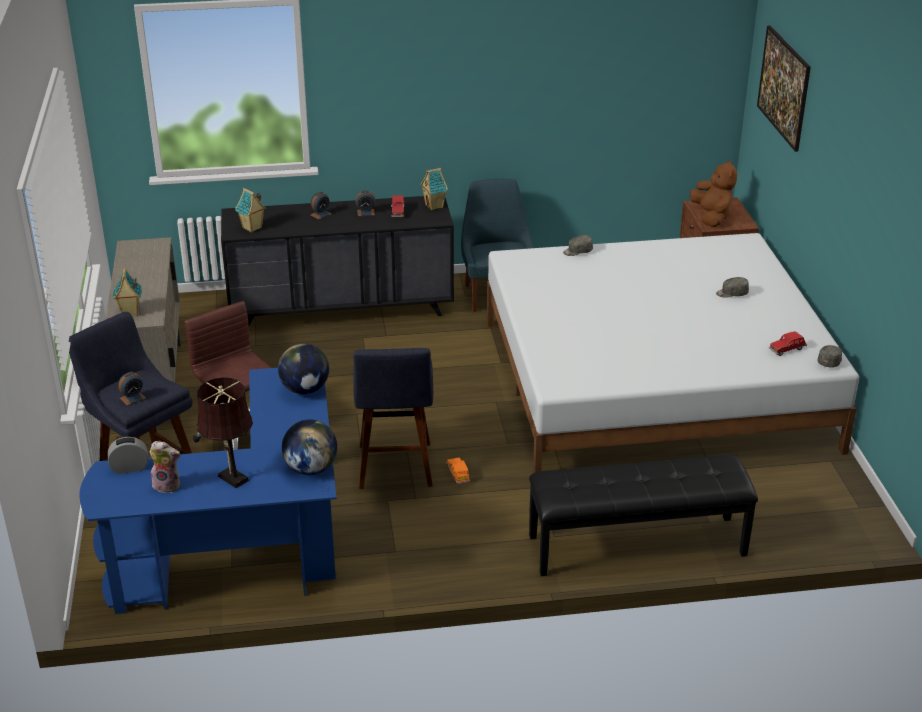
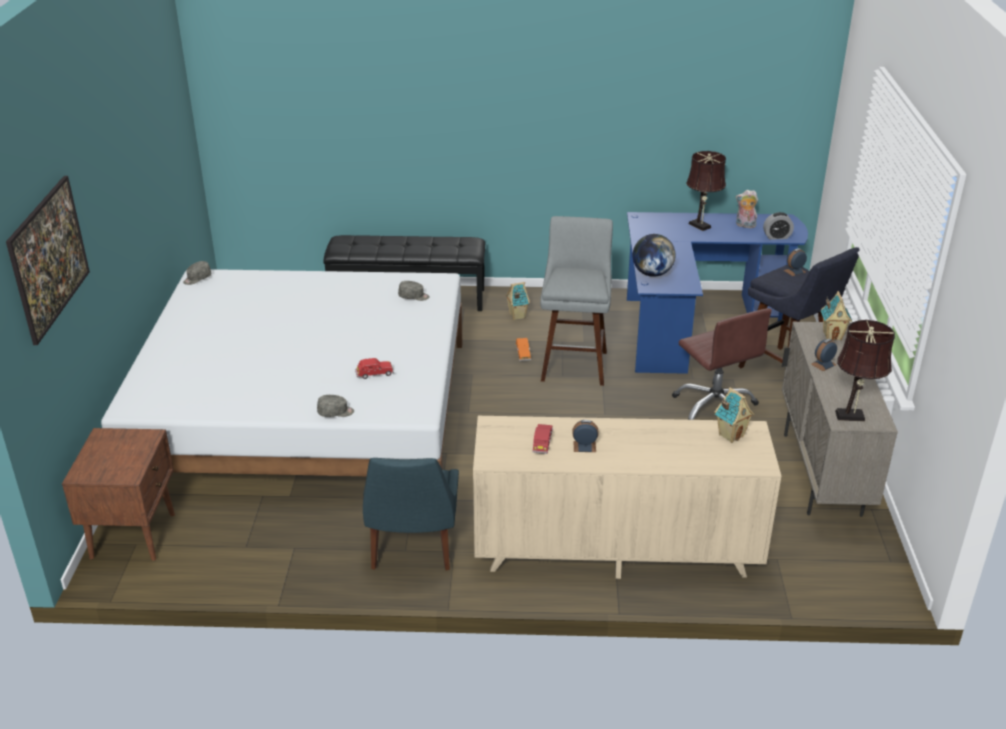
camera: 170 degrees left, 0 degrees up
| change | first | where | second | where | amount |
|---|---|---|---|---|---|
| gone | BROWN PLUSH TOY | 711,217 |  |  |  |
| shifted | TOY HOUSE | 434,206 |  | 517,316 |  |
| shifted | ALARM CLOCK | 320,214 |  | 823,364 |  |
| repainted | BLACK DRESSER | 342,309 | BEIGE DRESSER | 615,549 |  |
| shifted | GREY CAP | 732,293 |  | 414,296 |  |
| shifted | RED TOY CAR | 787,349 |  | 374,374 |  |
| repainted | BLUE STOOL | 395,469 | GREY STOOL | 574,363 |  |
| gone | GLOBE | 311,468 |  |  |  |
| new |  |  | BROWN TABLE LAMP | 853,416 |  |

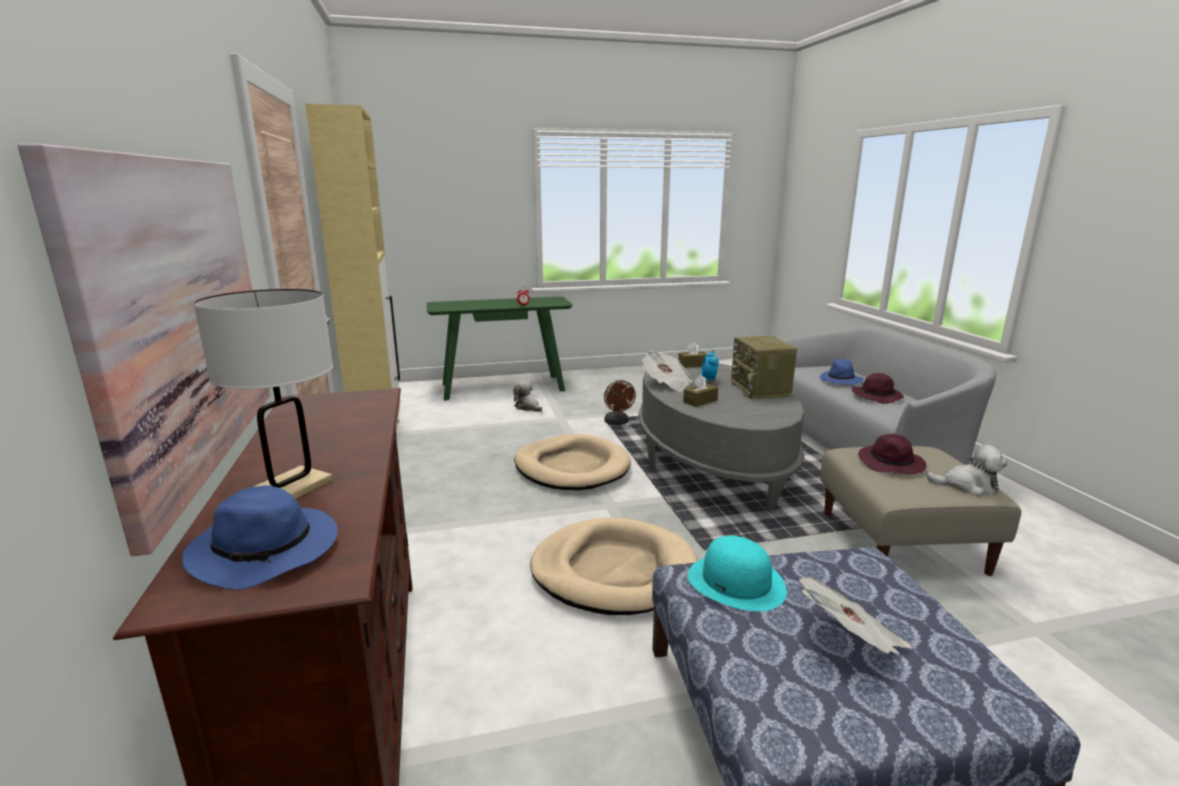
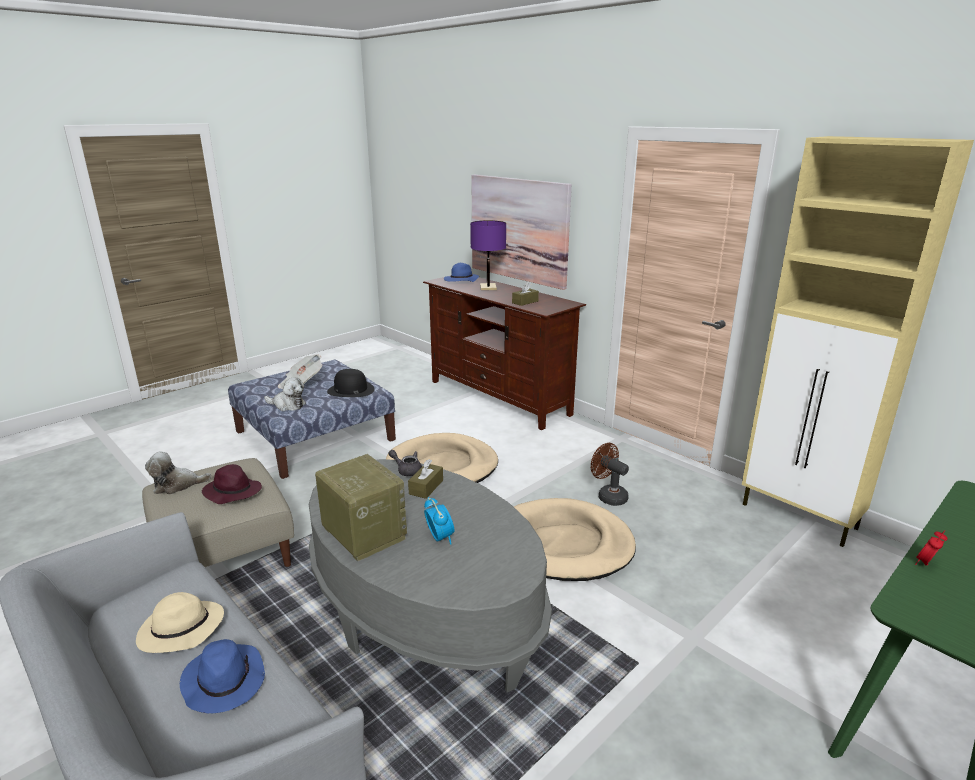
camera: 150 degrees right, 5 degrees up
| change | first | where | second | where | amount |
|---|---|---|---|---|---|
| repainted | WHITE TABLE LAMP | 293,487 | PURPLE TABLE LAMP | 488,287 |  |
| shifted | BROWN TISSUE BOX | 693,365 |  | 525,302 |  |
| gone | NEWSPAPER | 666,384 |  |  |  |
| repainted | PURPLE HAT | 877,396 | BEIGE HAT | 180,631 |  |
| shifted | BROWN FAN | 617,423 |  | 608,496 |  |
| shifted | PLUSH TOY | 528,407 |  | 287,405 |  |
| repainted | TURQUOISE HAT | 736,582 | BLACK HAT | 350,390 |  |
| new |  |  | GREY TEAPOT | 407,470 |  |

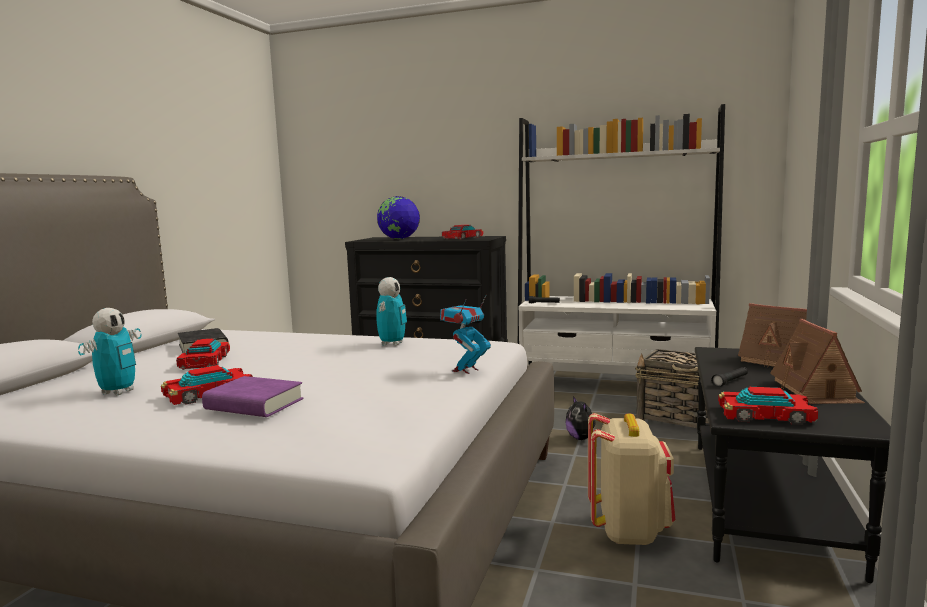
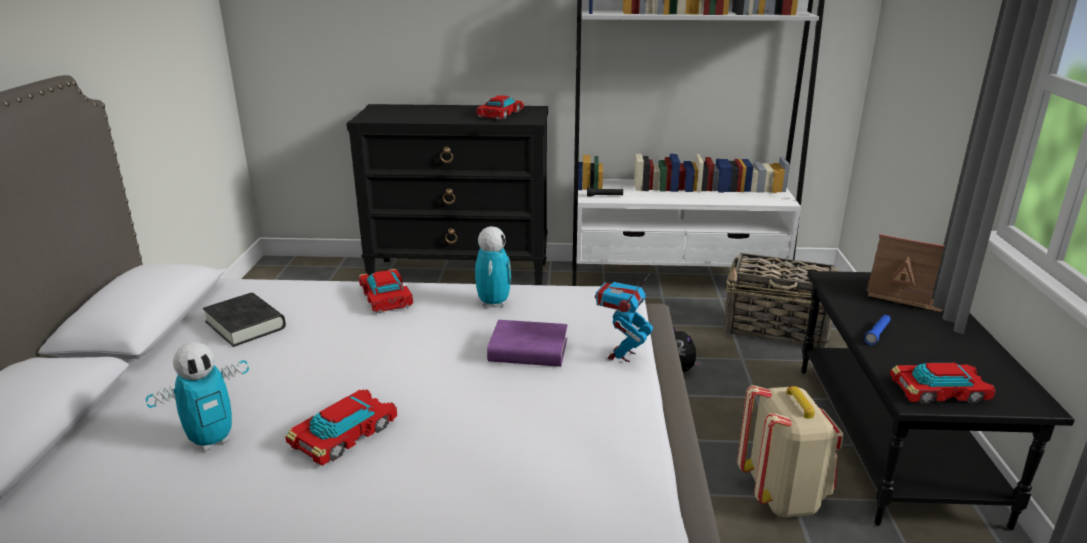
camera: 15 degrees left, 15 degrees up
| change | first | where | second | where | amount |
|---|---|---|---|---|---|
| gone | GLOBE | 399,239 |  |  |  |
| rotated | TOY ROBOT | 118,392 |  | 212,441 | 45 degrees clockwise |
| gone | TOY HOUSE | 815,391 |  |  |  |
| shifted | TOY CAR | 204,362 |  | 385,297 |  |
| repainted | BLACK FLASHLIGHT | 730,381 | BLUE FLASHLIGHT | 877,334 |  |
| shifted | PURPLE BOOK | 254,404 |  | 528,350 |  |

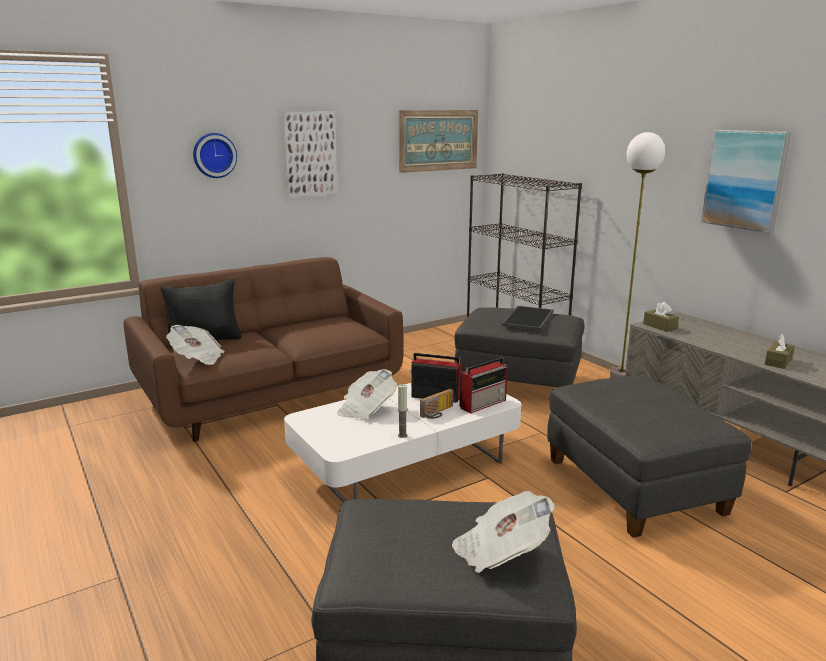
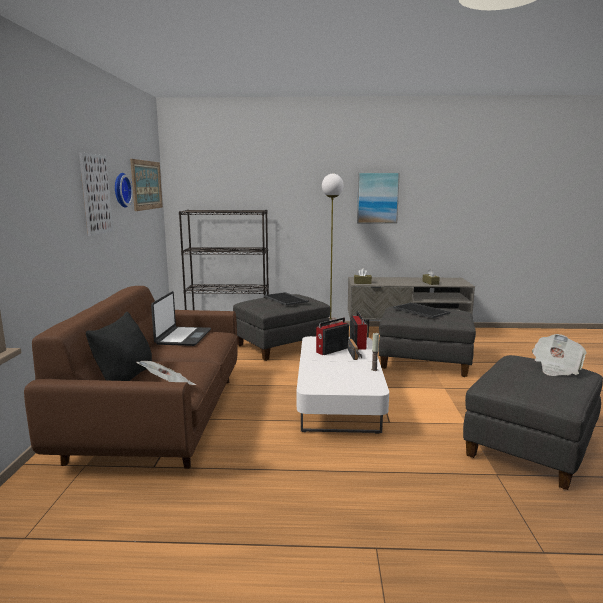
camera: 55 degrees left, 5 degrees down
| change | first | where | second | where | amount |
|---|---|---|---|---|---|
| shifted | WALL CLOCK | 214,155 |  | 120,190 |  |
| gone | NEWSPAPER | 366,409 |  |  |  |
| new |  |  | LAPTOP | 183,337 |  |
| new |  |  | TRAY | 420,310 |  |

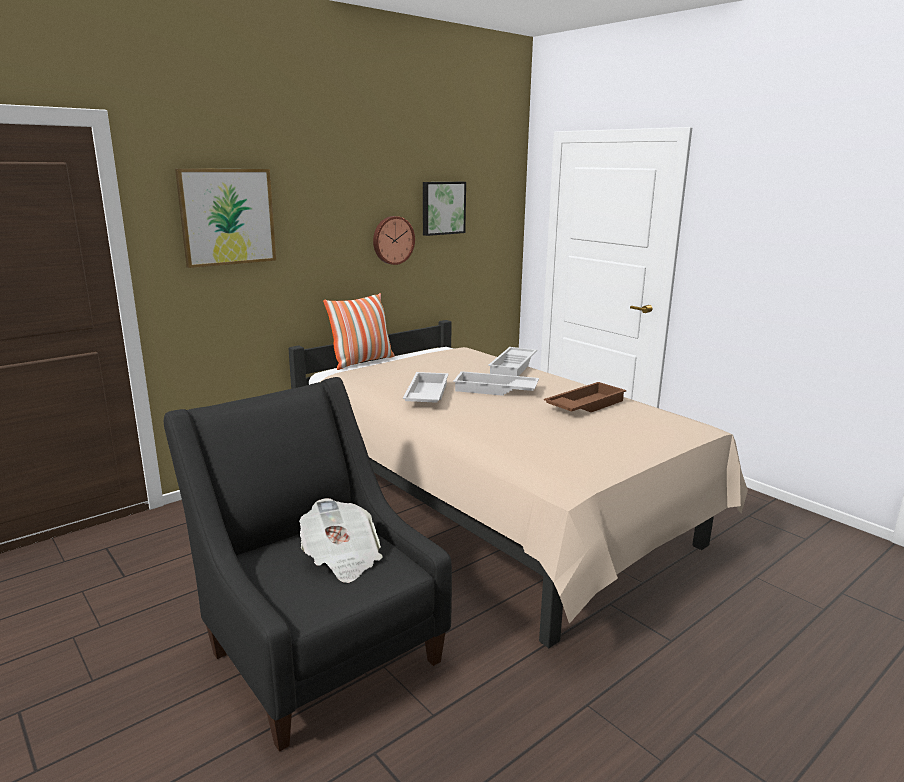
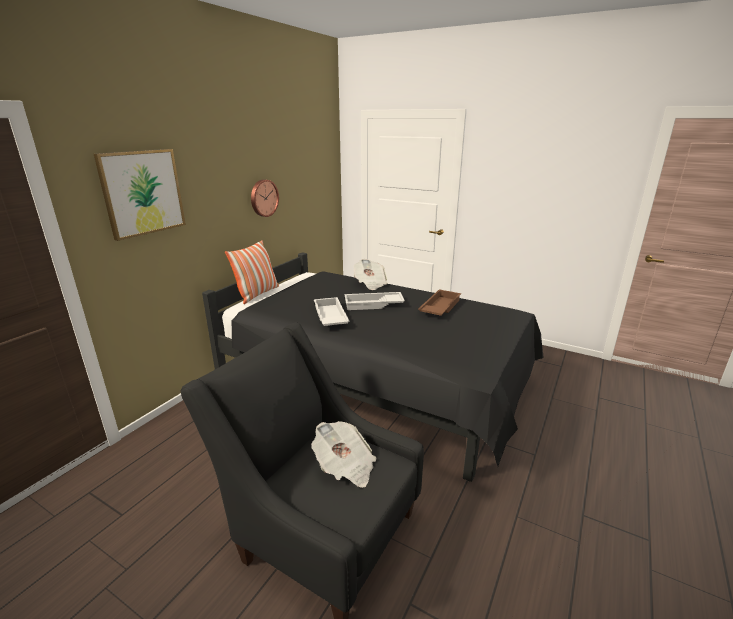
camera: 20 degrees left, 5 degrees up
| change | first | where | second | where | amount |
|---|---|---|---|---|---|
| gone | PICTURE | 442,208 |  |  |  |
| repainted | BEIGE BED | 492,509 | BLACK BED | 376,386 |  |
| swapped | WHITE TRAY | 514,366 | NEWSPAPER | 370,283 |  |

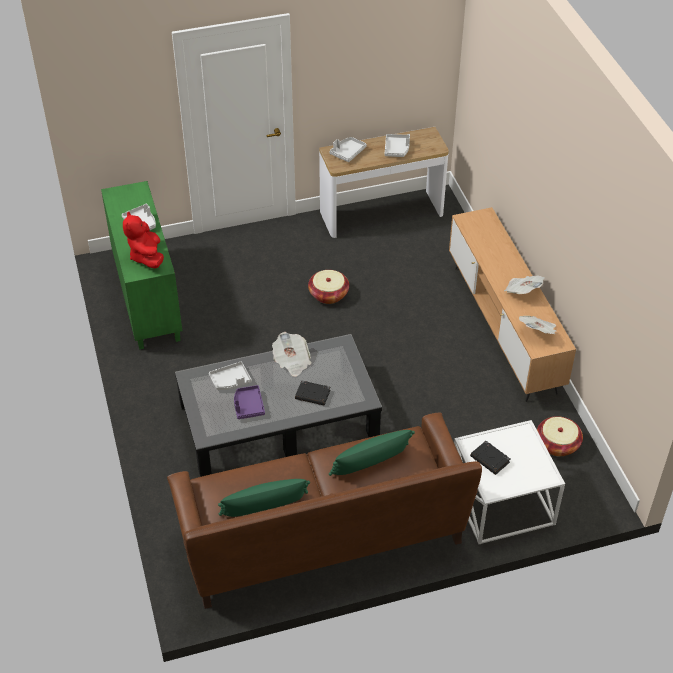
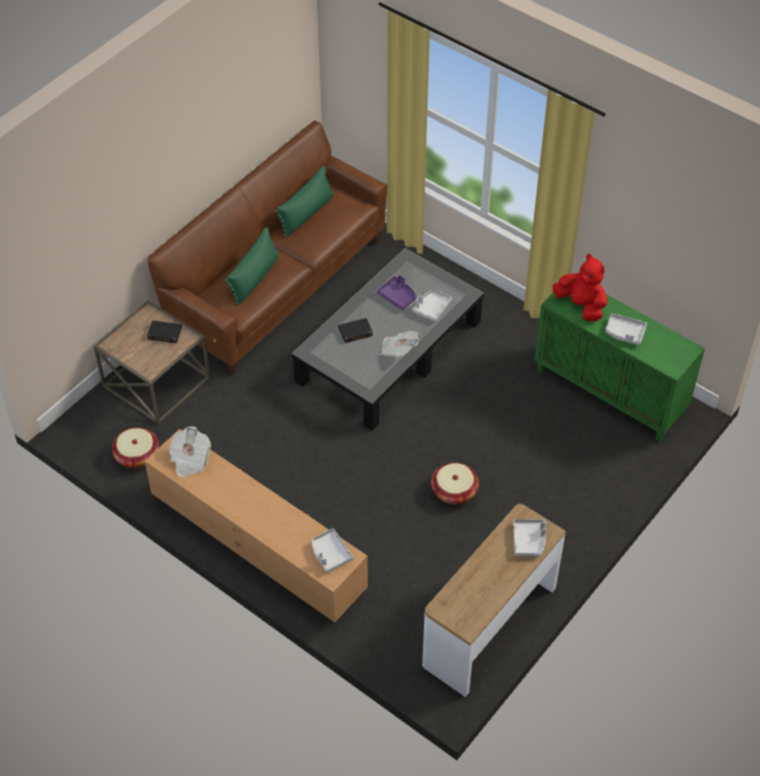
camera: 145 degrees right, 5 degrees up
| change | first | where | second | where | amount |
|---|---|---|---|---|---|
| shifted | GREY TRAY | 397,149 |  | 330,554 |  |
| gone | NEWSPAPER | 522,291 |  |  |  |
| repainted | WHITE SIDE TABLE | 501,502 | BROWN SIDE TABLE | 156,381 |  |

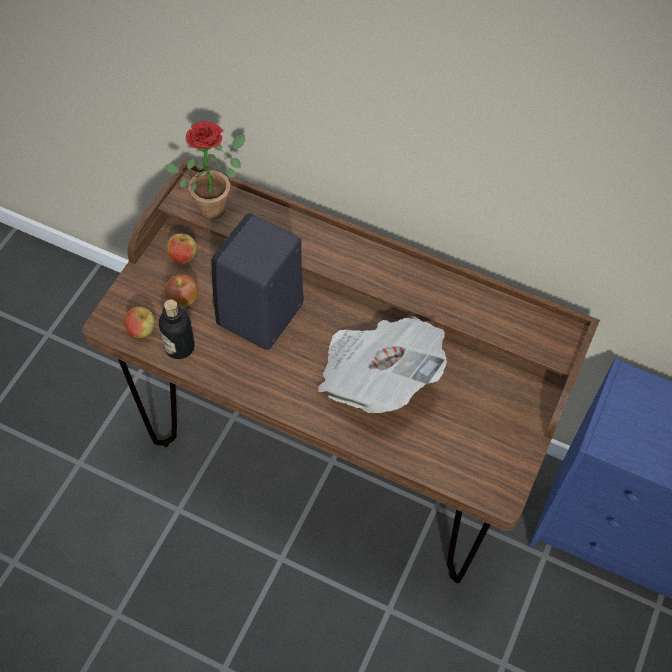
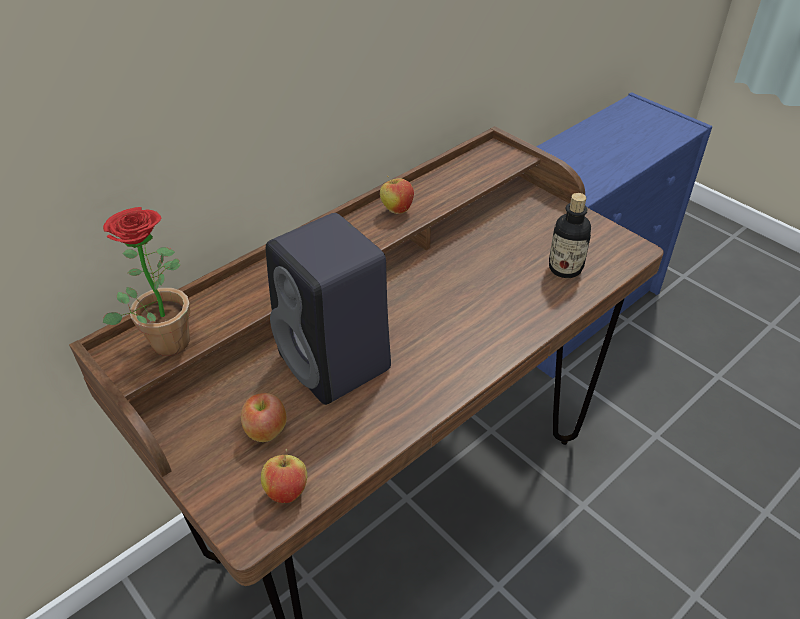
camera: 65 degrees left, 15 degrees down
| change | first | where | second | where | amount |
|---|---|---|---|---|---|
| shifted | APPLE | 183,257 |  | 397,209 |  |
| shifted | BOTTLE | 179,347 |  | 565,268 |  |
| gone | NEWSPAPER | 377,377 |  |  |  |

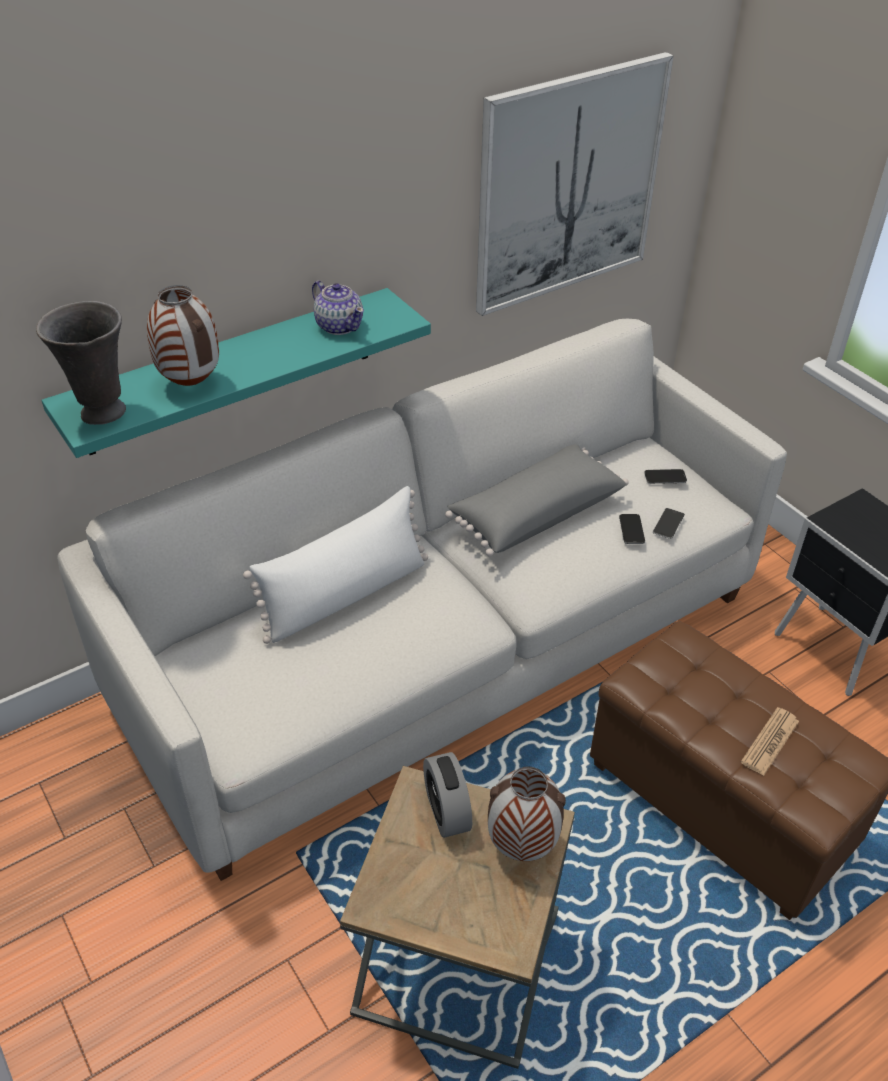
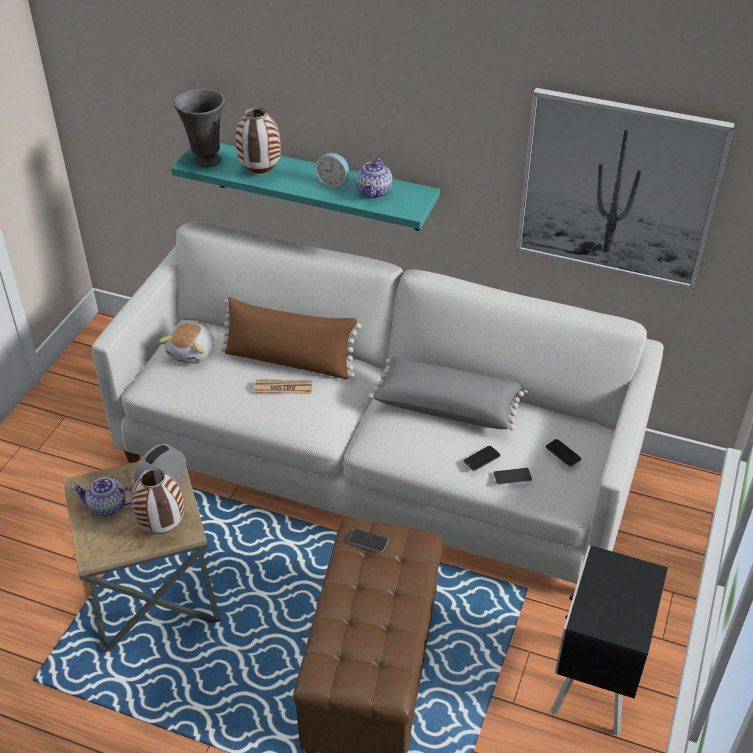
camera: 55 degrees right, 0 degrees up
| change | first | where | second | where | amount |
|---|---|---|---|---|---|
| repainted | WHITE PILLOW | 345,595 | BROWN PILLOW | 289,361 |  |
| shifted | NEWSPAPER | 770,742 |  | 283,387 |  |
| new |  |  | ALARM CLOCK | 334,183 |  |
| new |  |  | PLUSH TOY | 192,352 |  |
| new |  |  | TEAPOT | 108,507 |  |
| new |  |  | PHONE | 368,540 |  |

